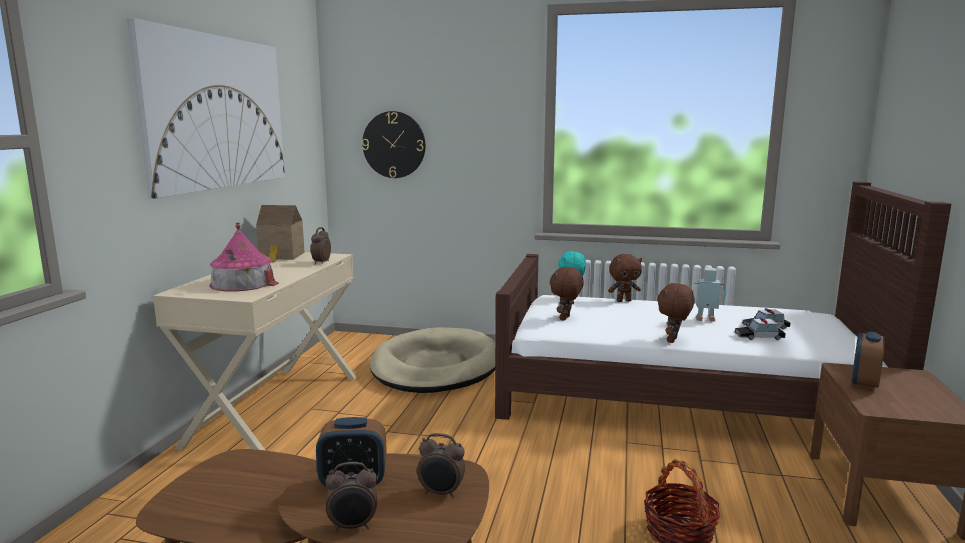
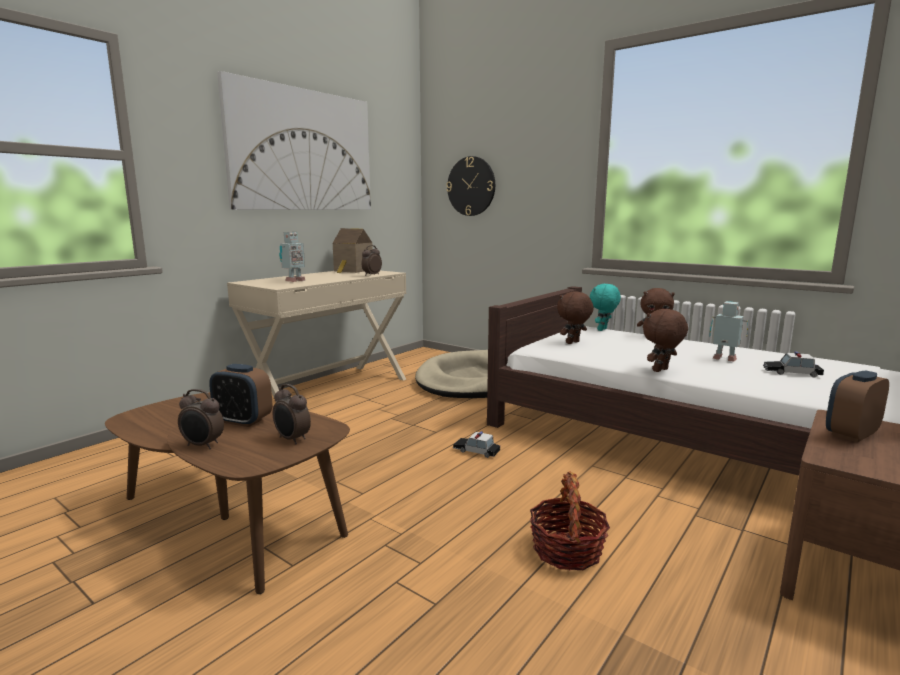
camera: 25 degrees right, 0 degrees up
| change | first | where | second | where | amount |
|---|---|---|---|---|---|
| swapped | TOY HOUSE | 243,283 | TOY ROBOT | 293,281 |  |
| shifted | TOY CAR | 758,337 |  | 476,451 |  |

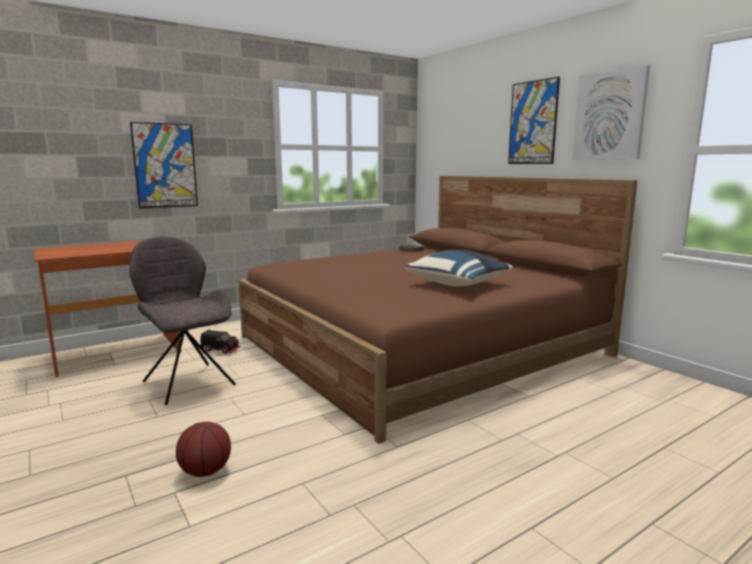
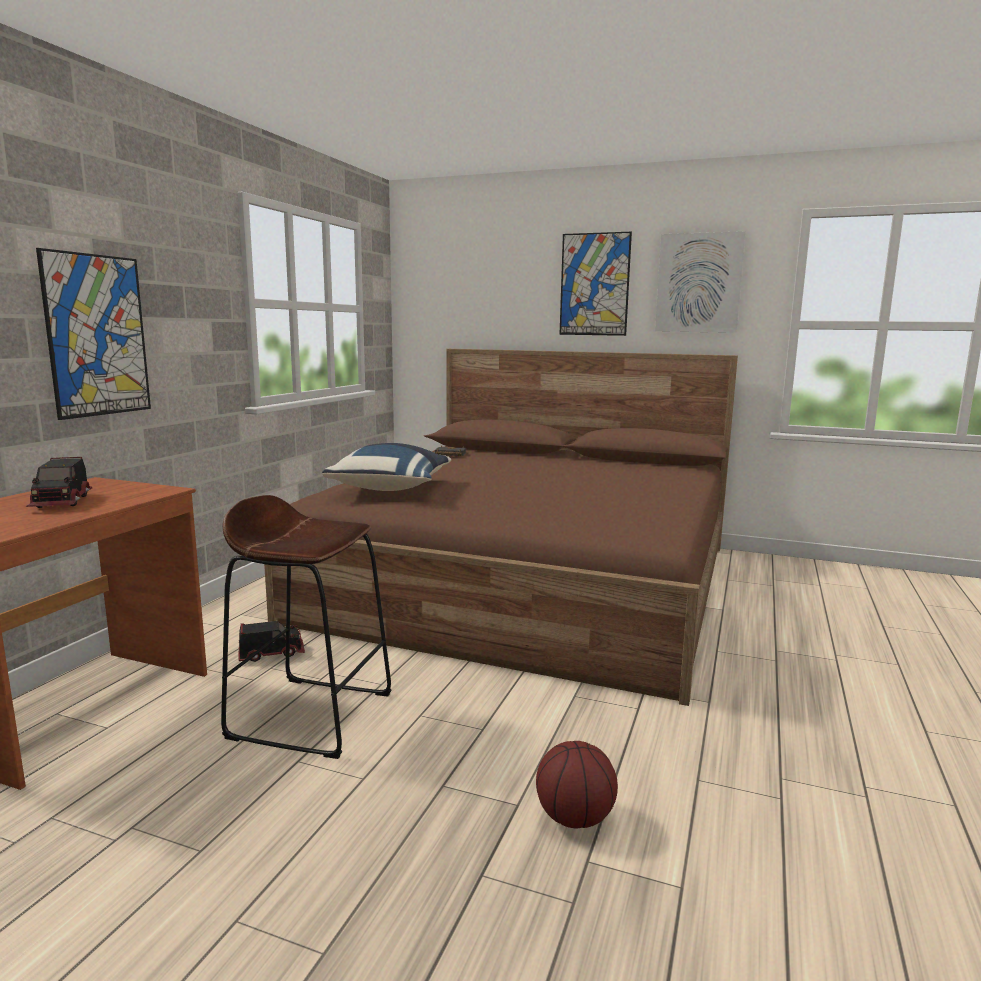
camera: 35 degrees left, 0 degrees up
| change | first | where | second | where | amount |
|---|---|---|---|---|---|
| swapped | GREY CHAIR | 187,382 | BROWN STOOL | 311,715 |  |
| shifted | BLUE PILLOW | 459,284 |  | 392,488 |  |
| new |  |  | TOY TRUCK | 63,502 |  |

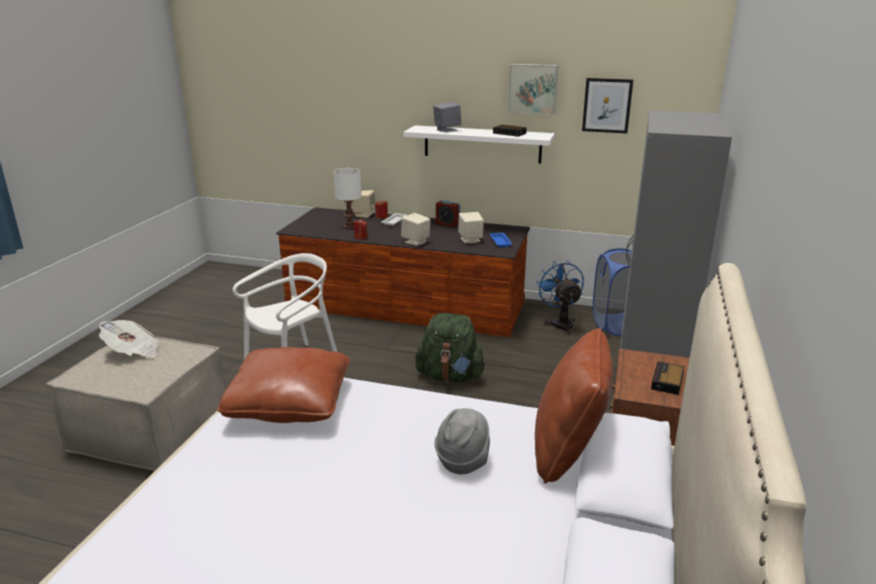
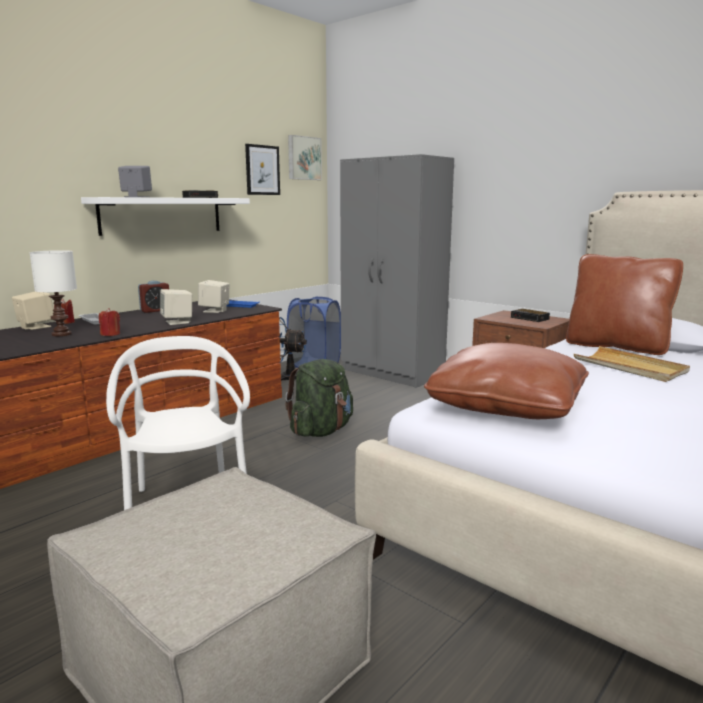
camera: 65 degrees left, 10 degrees down
| change | first | where | second | where | amount |
|---|---|---|---|---|---|
| shifted | PICTURE | 533,88 |  | 303,158 |  |
| gone | NEWSPAPER | 133,351 |  |  |  |
| swapped | GREY HAT | 463,460 | BEIGE TRAY | 630,367 |  |

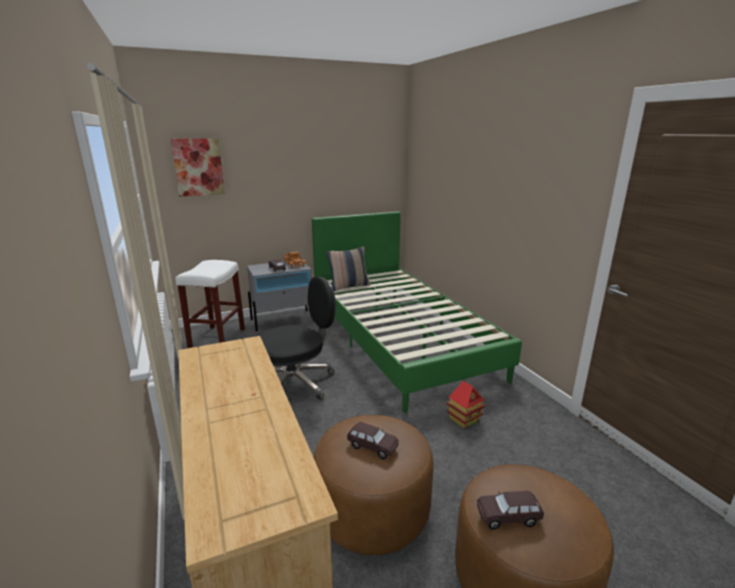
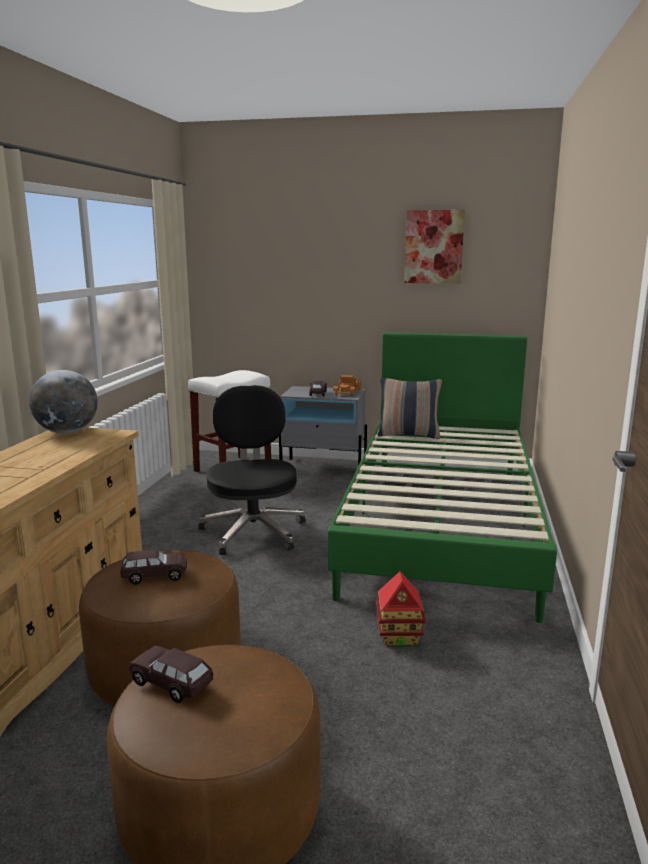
camera: 35 degrees right, 5 degrees down
| change | first | where | second | where | amount |
|---|---|---|---|---|---|
| shifted | PICTURE | 198,167 |  | 434,247 |  |
| rotated | BLACK OFFICE CHAIR | 296,382 |  | 253,531 | 105 degrees counterclockwise |
| rotated | BROWN TOY CAR | 372,446 |  | 154,576 | 75 degrees counterclockwise |
| new |  |  | GLOBE | 67,432 |  |

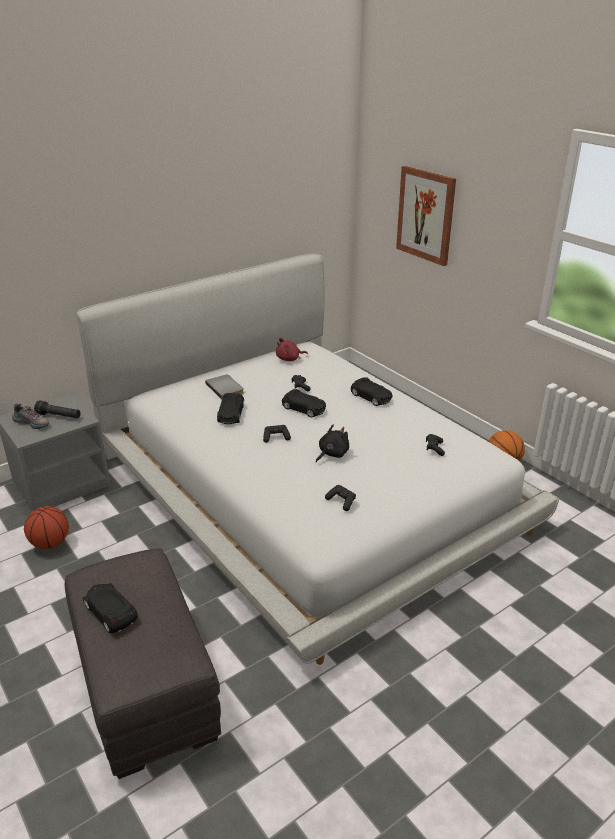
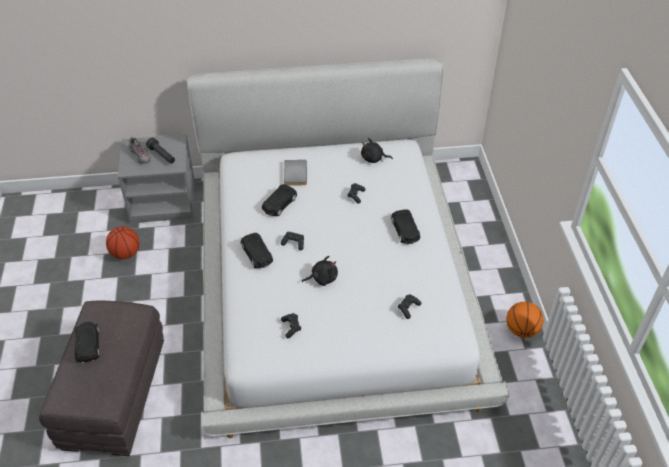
camera: 30 degrees right, 15 degrees up
| change | first | where | second | where | amount |
|---|---|---|---|---|---|
| gone | PICTURE | 426,215 |  |  |  |
| repainted | RED PLUSH TOY | 289,359 | BLACK PLUSH TOY | 373,159 |  |
| shifted | BLACK TOY CAR | 304,408 |  | 257,254 |  |

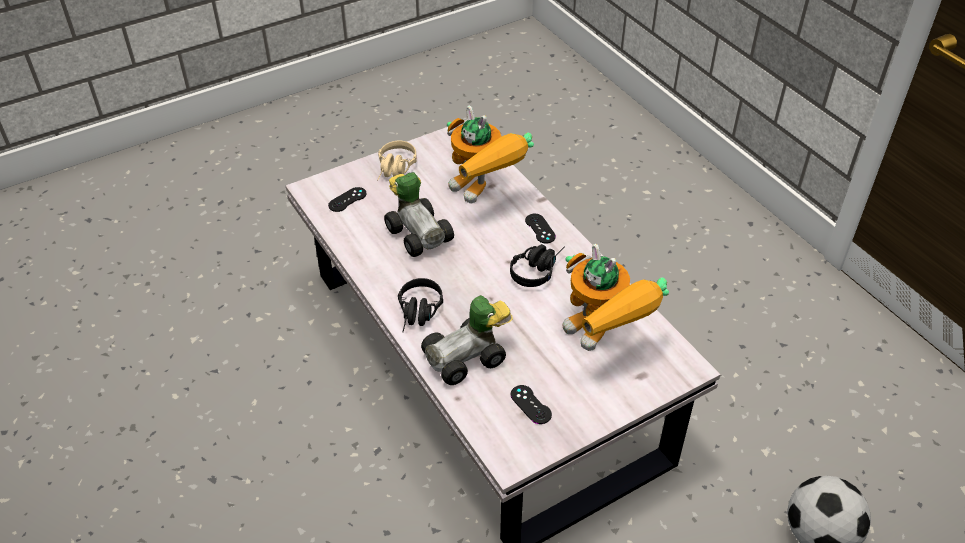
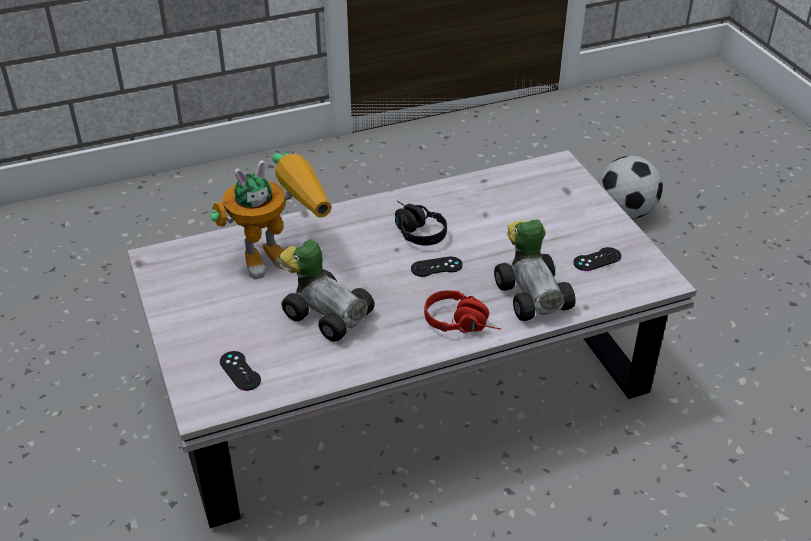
camera: 80 degrees left, 5 degrees down
| change | first | where | second | where | amount |
|---|---|---|---|---|---|
| gone | BEIGE HEADPHONES | 395,170 |  |  |  |
| rotated | TOY CAR | 418,232 |  | 326,312 | 60 degrees clockwise |
| shifted | BLACK GAME CONTROLLER | 540,228 |  | 436,267 |  |
| gone | TOY ROBOT | 604,340 |  |  |  |
| repainted | BLACK HEADPHONES | 419,314 | RED HEADPHONES | 463,323 |  |

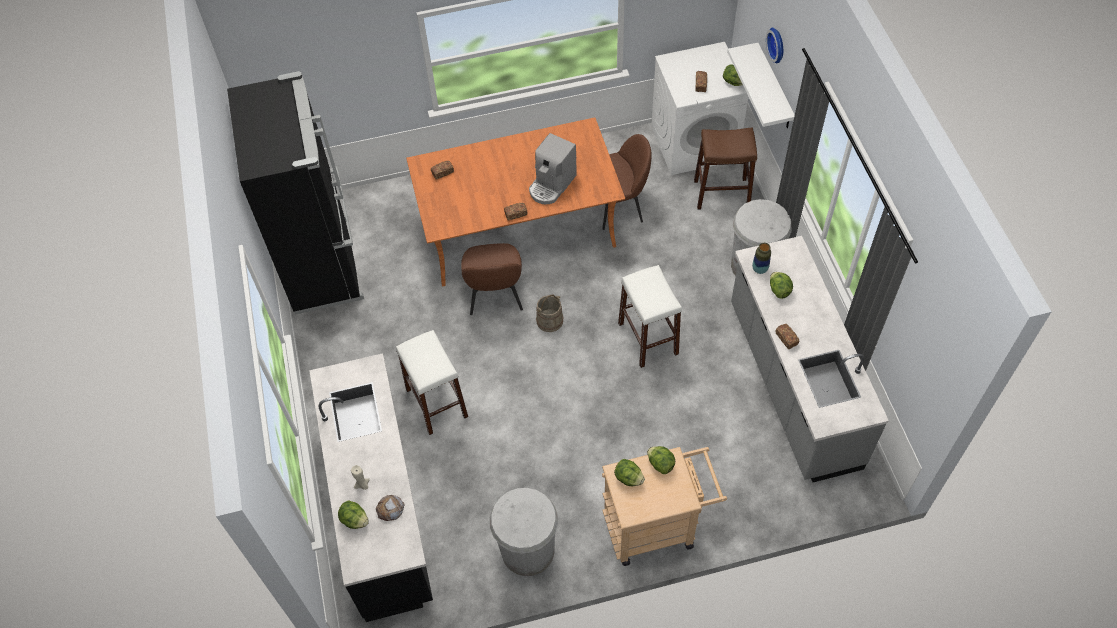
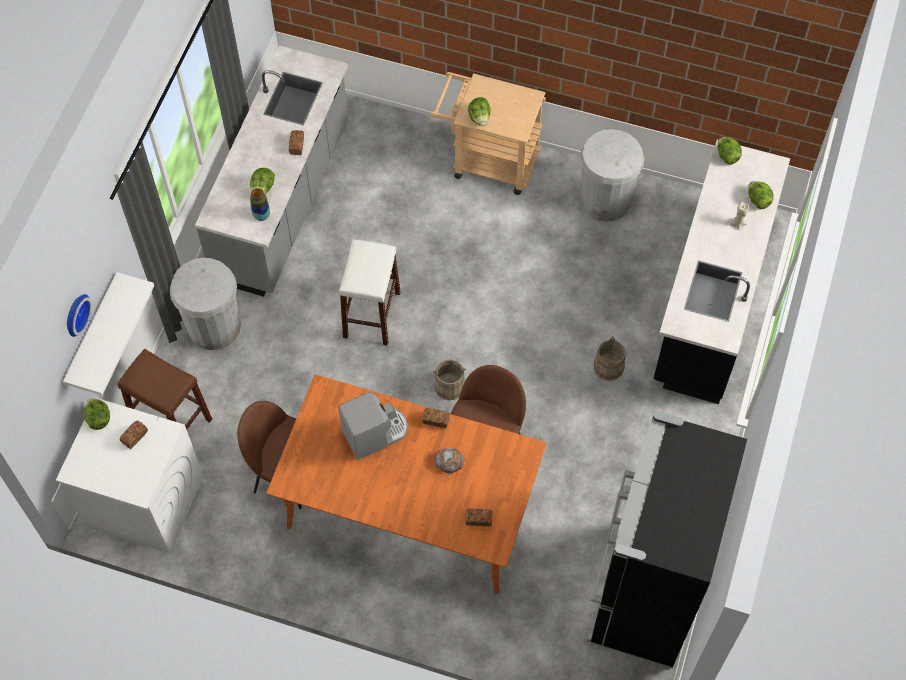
camera: 150 degrees left, 5 degrees up
| change | first | where | second | where | amount |
|---|---|---|---|---|---|
| swapped | WHITE STOOL | 436,403 | BEIGE BUCKET | 609,366 |  |
| shifted | LETTUCE | 628,478 |  | 727,156 |  |
| shifted | BREAD | 390,509 |  | 449,461 |  |

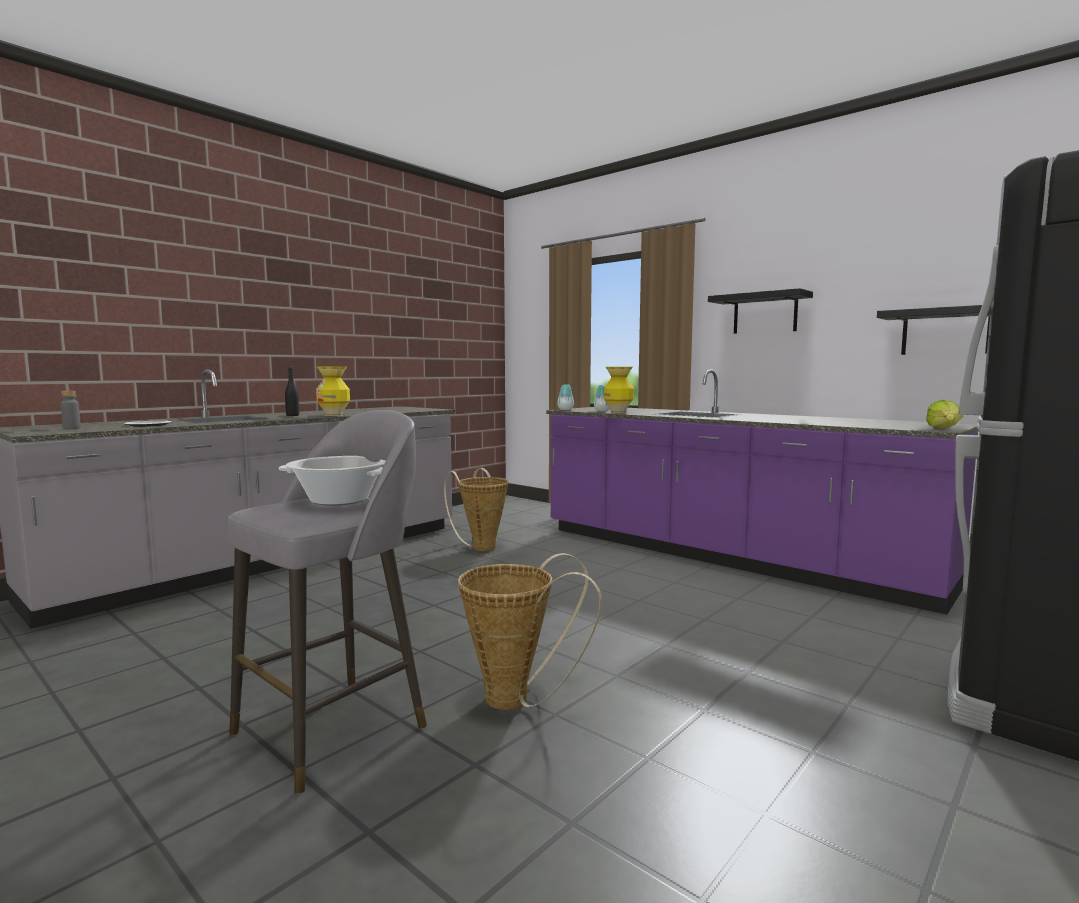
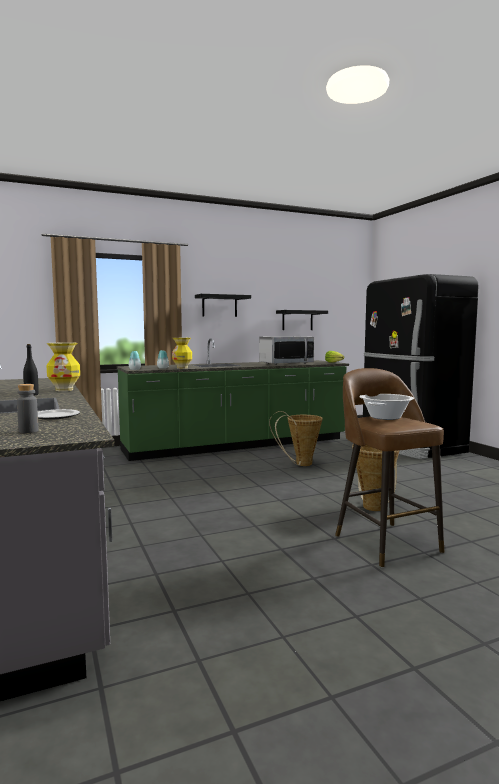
camera: 65 degrees left, 0 degrees up
| change | first | where | second | where | amount |
|---|---|---|---|---|---|
| repainted | PURPLE COUNTER | 726,556 | GREEN COUNTER | 237,445 |  |
| repainted | GREY STOOL | 336,727 | BROWN STOOL | 385,542 |  |
| shifted | BASKET | 481,547 |  | 299,464 |  |
| new |  |  | MICROWAVE | 286,363 |  |

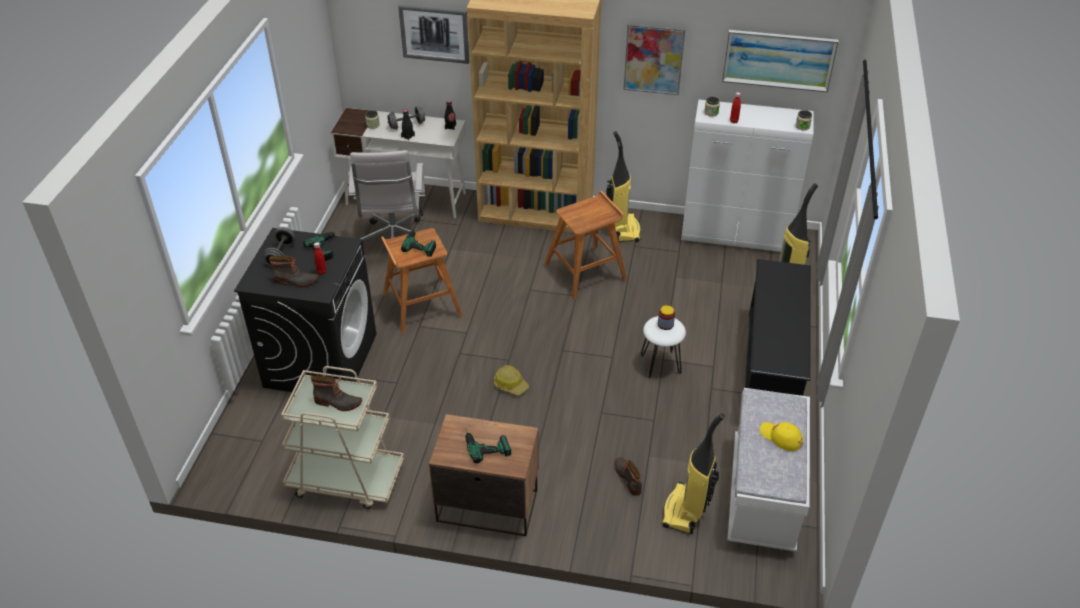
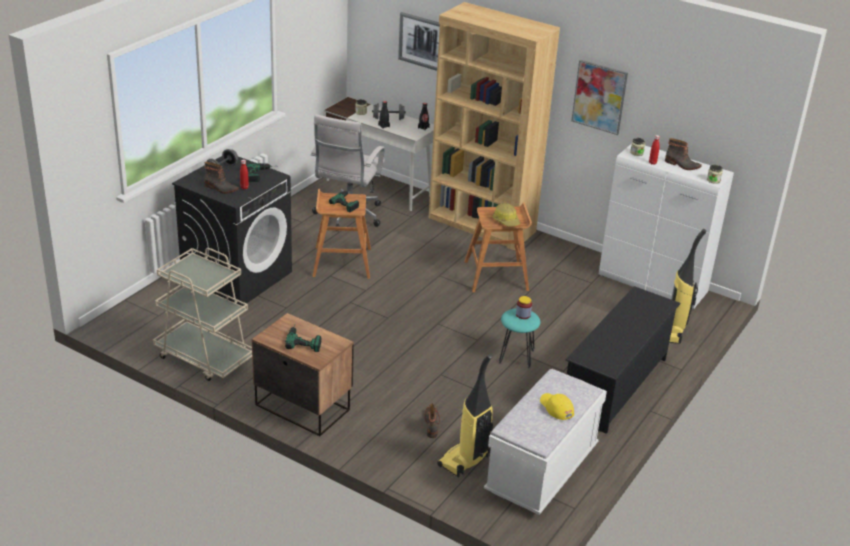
camera: 20 degrees right, 10 degrees down
| change | first | where | second | where | amount |
|---|---|---|---|---|---|
| gone | PICTURE | 778,60 |  |  |  |
| gone | VACUUM CLEANER | 623,229 |  |  |  |
| repainted | WHITE STOOL | 660,365 | TURQUOISE STOOL | 516,356 |  |
| shifted | HARD HAT | 510,384 |  | 506,220 |  |
| shifted | BOOT | 338,403 |  | 682,165 |  |

